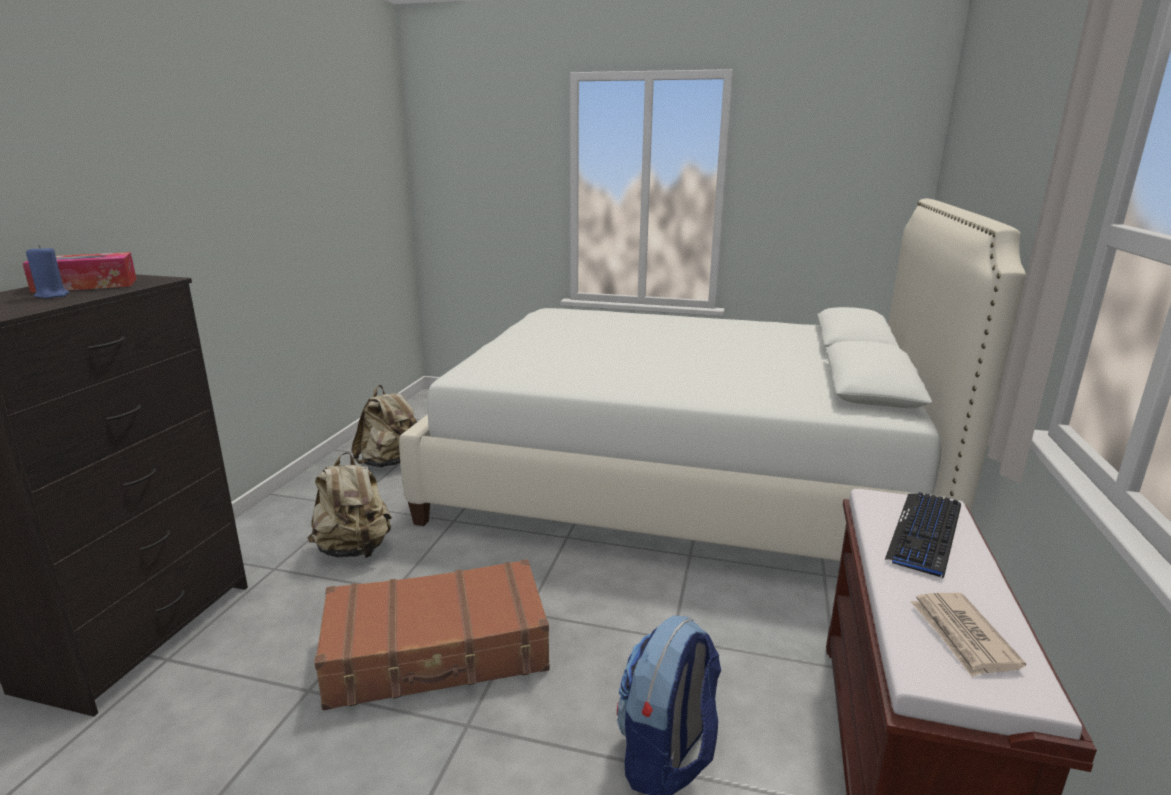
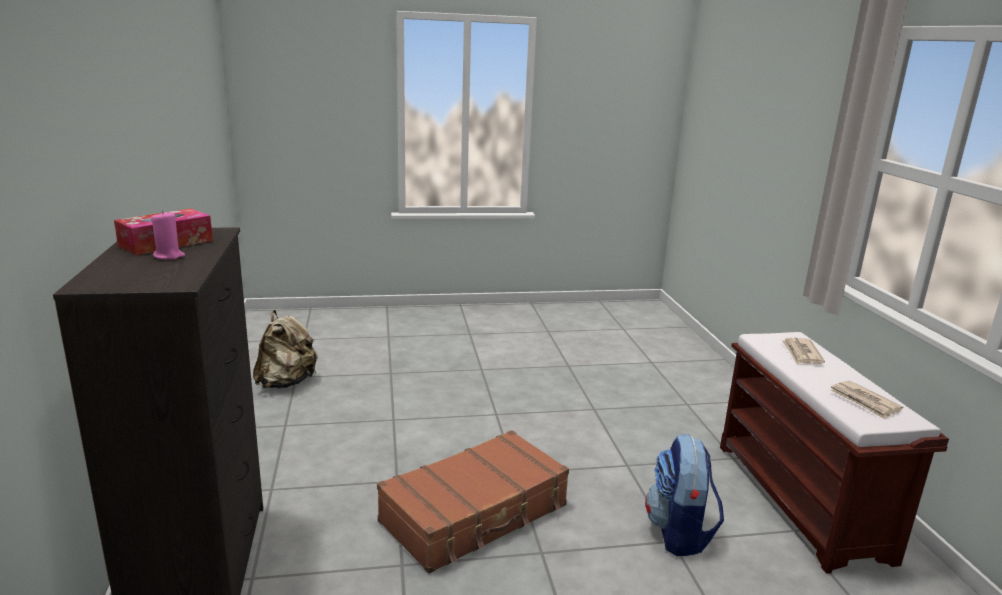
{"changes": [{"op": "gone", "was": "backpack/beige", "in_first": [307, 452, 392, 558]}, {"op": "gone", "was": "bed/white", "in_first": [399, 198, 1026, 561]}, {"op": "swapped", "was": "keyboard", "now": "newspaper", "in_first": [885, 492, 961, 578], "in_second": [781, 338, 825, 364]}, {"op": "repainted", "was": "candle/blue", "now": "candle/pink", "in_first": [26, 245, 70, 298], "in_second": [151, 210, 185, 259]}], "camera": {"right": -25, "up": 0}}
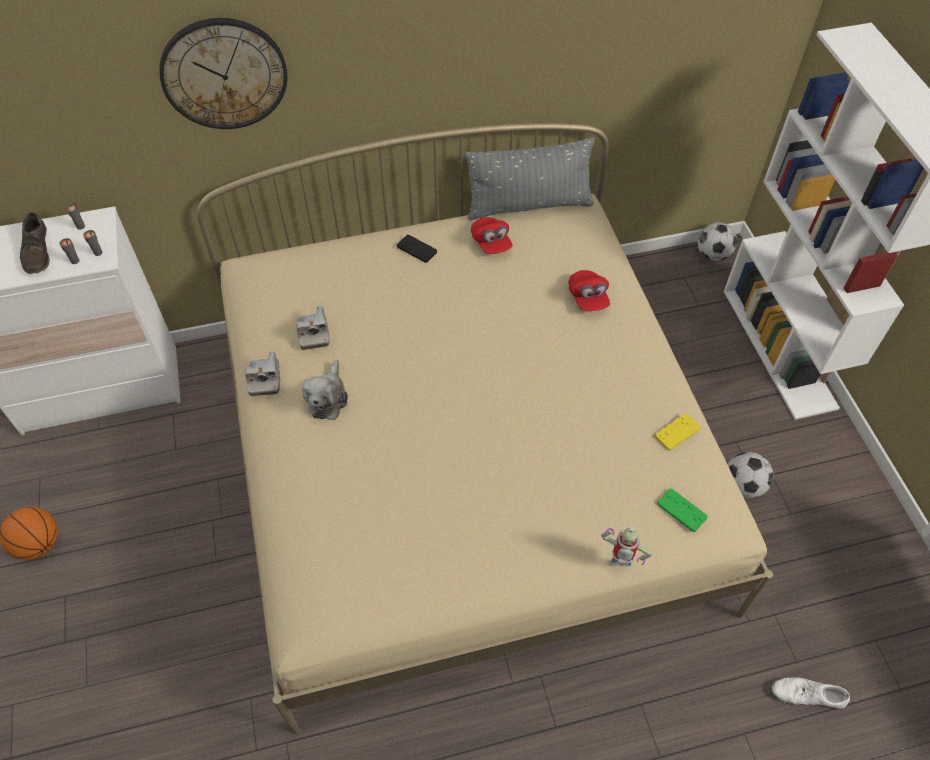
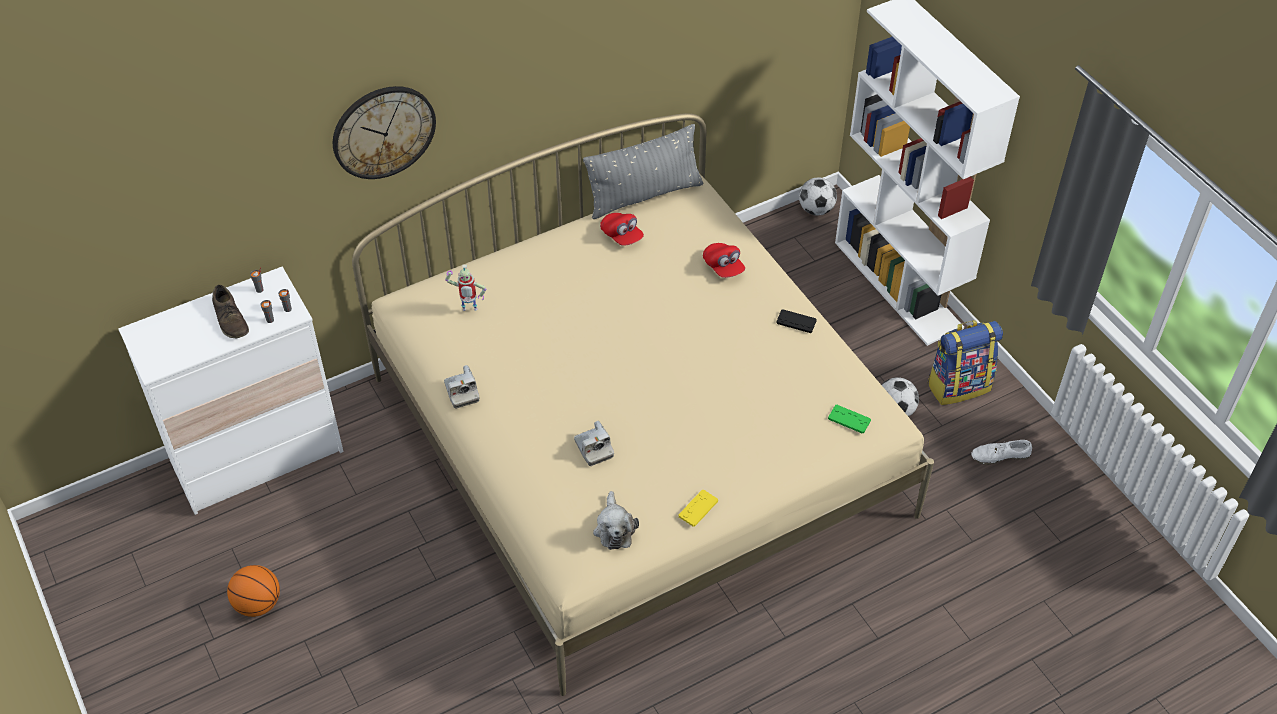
{"changes": [{"op": "new", "now": "backpack", "in_second": [927, 320, 1003, 405]}, {"op": "shifted", "was": "photo camera", "in_first": [296, 306, 329, 350], "in_second": [574, 421, 614, 466]}, {"op": "shifted", "was": "plush toy", "in_first": [302, 360, 348, 420], "in_second": [593, 491, 639, 550]}, {"op": "shifted", "was": "game controller/black", "in_first": [397, 234, 437, 263], "in_second": [776, 309, 817, 333]}, {"op": "shifted", "was": "toy robot", "in_first": [601, 525, 652, 567], "in_second": [445, 265, 486, 311]}, {"op": "shifted", "was": "game controller/yellow", "in_first": [655, 413, 701, 451], "in_second": [679, 489, 718, 527]}, {"op": "shifted", "was": "shoe/white", "in_first": [772, 677, 850, 709], "in_second": [971, 440, 1032, 465]}], "camera": {"right": -15, "up": -5}}
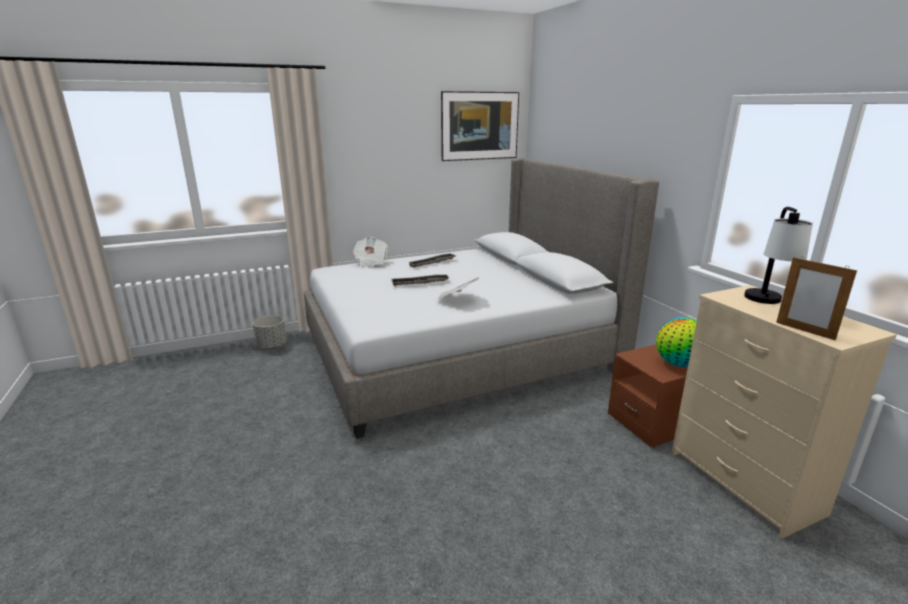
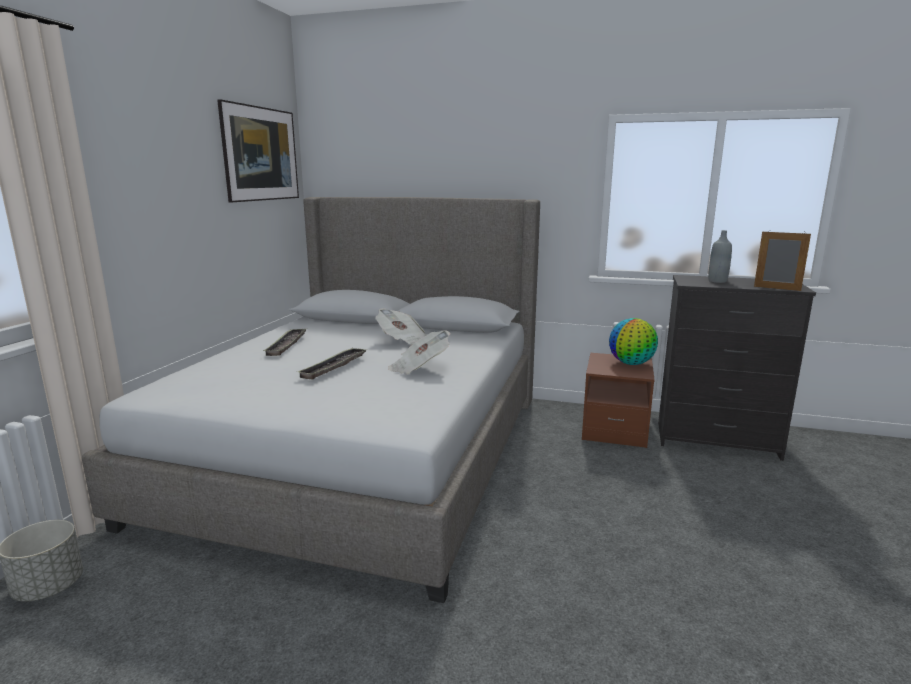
{"changes": [{"op": "shifted", "was": "newspaper", "in_first": [353, 237, 388, 267], "in_second": [375, 309, 426, 345]}, {"op": "swapped", "was": "table lamp", "now": "bottle/grey", "in_first": [744, 207, 813, 304], "in_second": [708, 230, 732, 283]}, {"op": "repainted", "was": "dresser/beige", "now": "dresser/black", "in_first": [671, 285, 897, 539], "in_second": [658, 275, 816, 461]}, {"op": "rotated", "was": "picture frame", "in_first": [776, 257, 857, 340], "in_second": [754, 230, 811, 291], "clockwise": -150}], "camera": {"right": -50, "up": -5}}
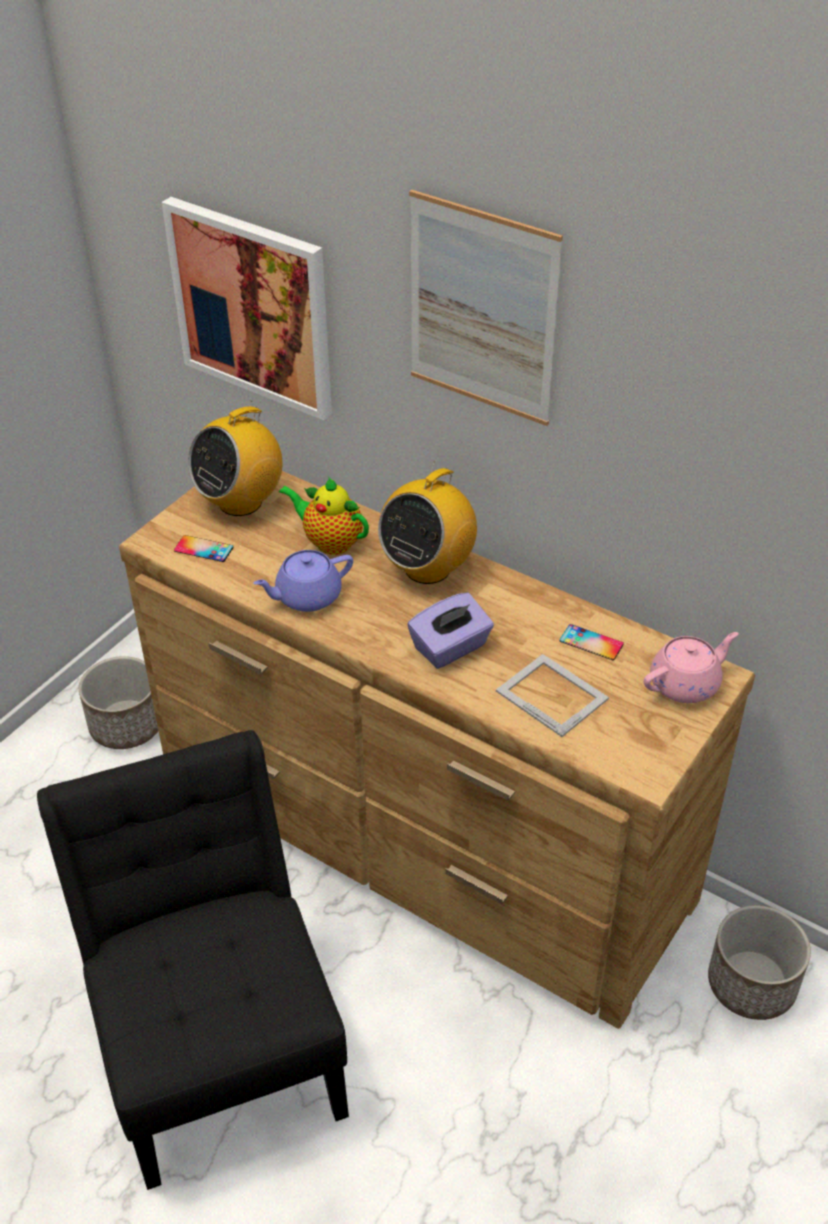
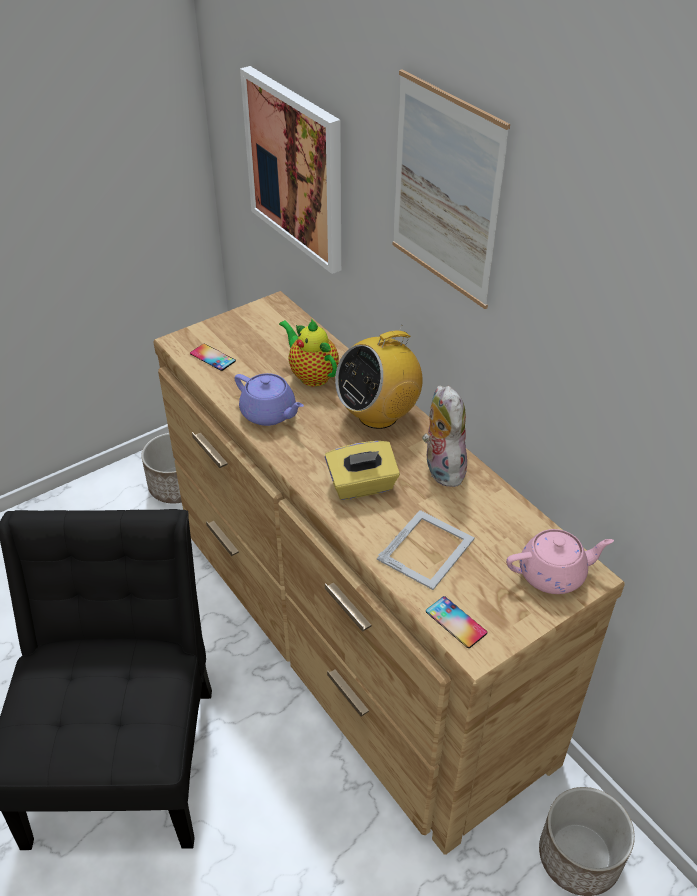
{"changes": [{"op": "gone", "was": "radio", "in_first": [188, 401, 282, 516]}, {"op": "new", "now": "plush toy", "in_second": [422, 386, 467, 487]}, {"op": "shifted", "was": "phone", "in_first": [560, 624, 624, 660], "in_second": [426, 596, 487, 648]}, {"op": "repainted", "was": "tissue box/purple", "now": "tissue box/yellow", "in_first": [407, 592, 494, 669], "in_second": [325, 441, 400, 500]}, {"op": "rotated", "was": "teapot/purple", "in_first": [253, 550, 353, 612], "in_second": [235, 373, 304, 426], "clockwise": -135}, {"op": "rotated", "was": "picture frame", "in_first": [496, 654, 609, 737], "in_second": [377, 510, 475, 590], "clockwise": 60}], "camera": {"right": 20, "up": 0}}
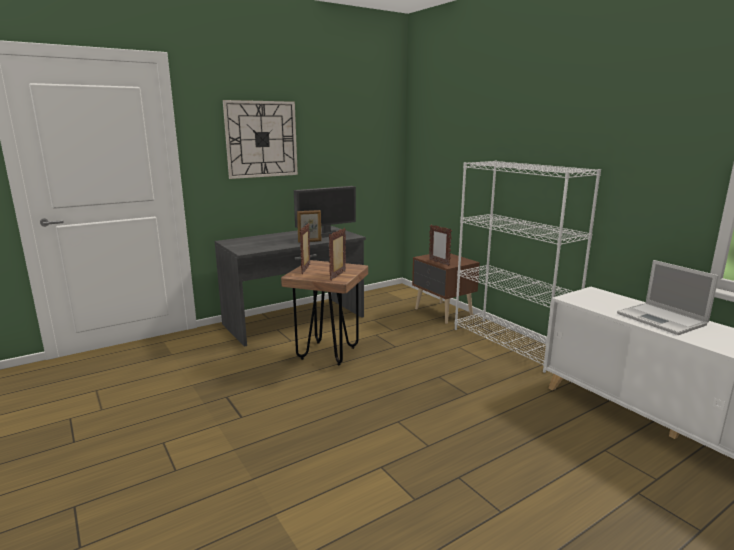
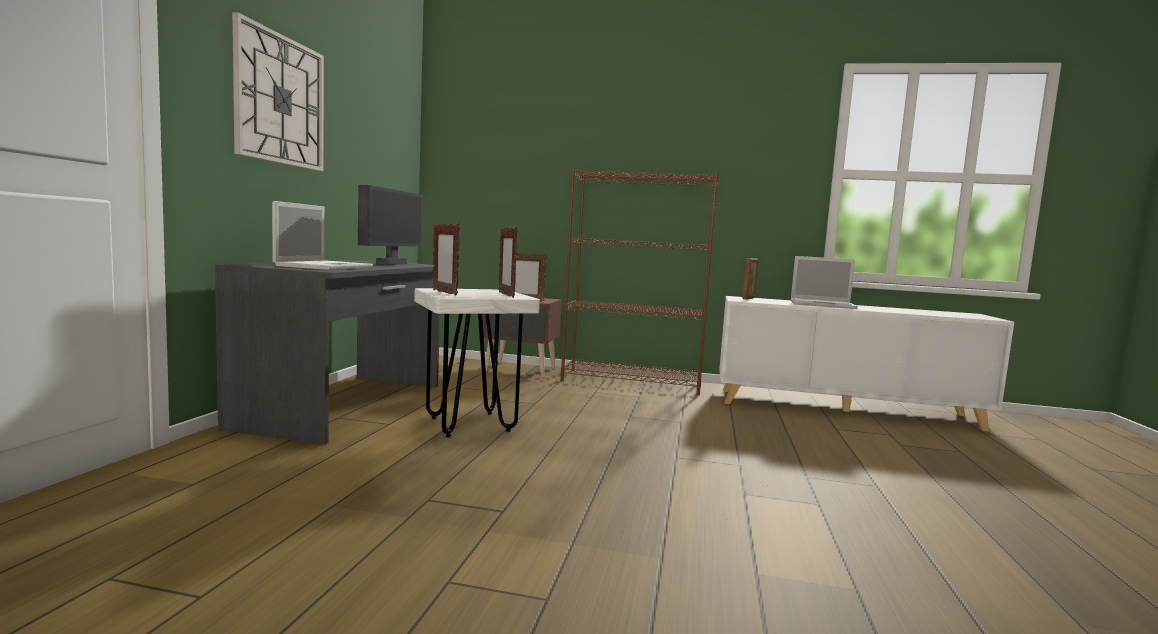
{"changes": [{"op": "new", "now": "laptop", "in_second": [272, 201, 373, 270]}, {"op": "shifted", "was": "picture frame", "in_first": [297, 210, 321, 243], "in_second": [742, 258, 758, 300]}, {"op": "repainted", "was": "stool/brown", "now": "stool/white", "in_first": [281, 260, 368, 366], "in_second": [414, 288, 540, 437]}, {"op": "repainted", "was": "bookcase/white", "now": "bookcase/brown", "in_first": [455, 160, 601, 373], "in_second": [561, 170, 718, 395]}], "camera": {"right": -45, "up": -10}}
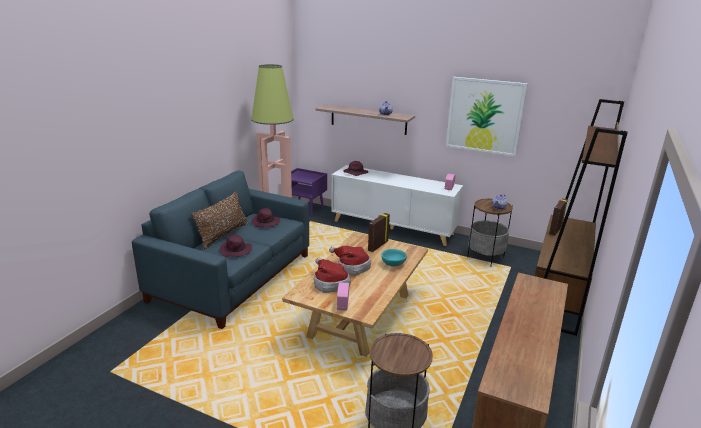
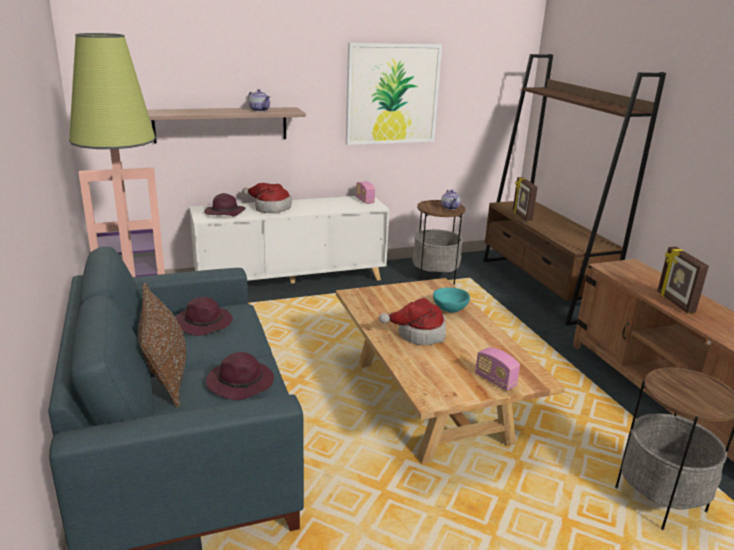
{"changes": [{"op": "shifted", "was": "hat", "in_first": [314, 258, 351, 293], "in_second": [242, 183, 292, 214]}, {"op": "shifted", "was": "picture frame", "in_first": [368, 213, 390, 252], "in_second": [657, 247, 709, 313]}], "camera": {"right": -45, "up": 0}}
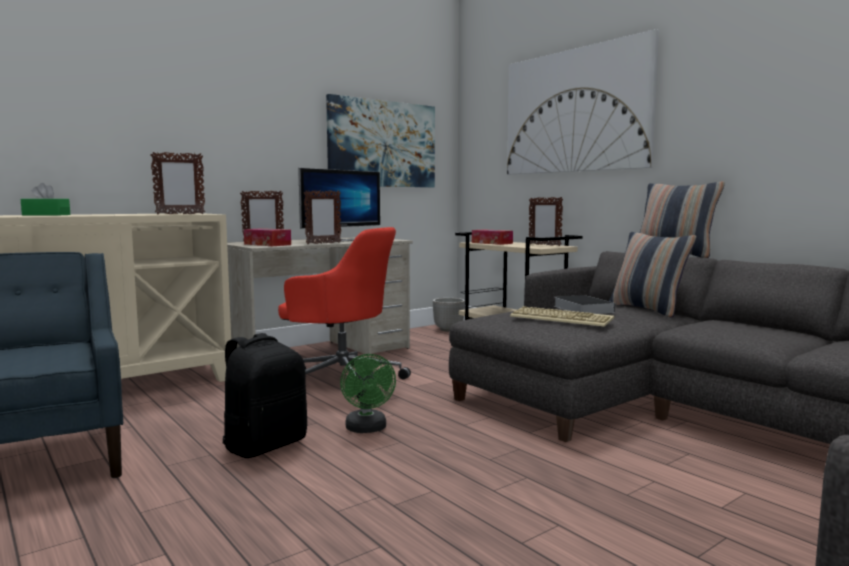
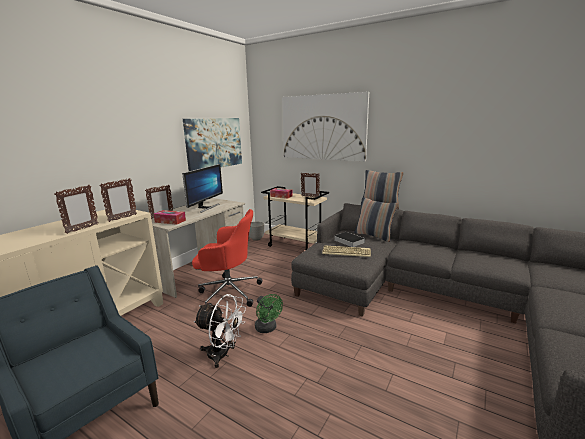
{"changes": [{"op": "gone", "was": "tissue box/green", "in_first": [21, 183, 70, 215]}, {"op": "shifted", "was": "picture frame", "in_first": [304, 190, 341, 244], "in_second": [54, 185, 99, 234]}, {"op": "swapped", "was": "backpack/black", "now": "fan/white", "in_first": [223, 333, 307, 458], "in_second": [193, 294, 246, 368]}], "camera": {"right": -20, "up": 10}}
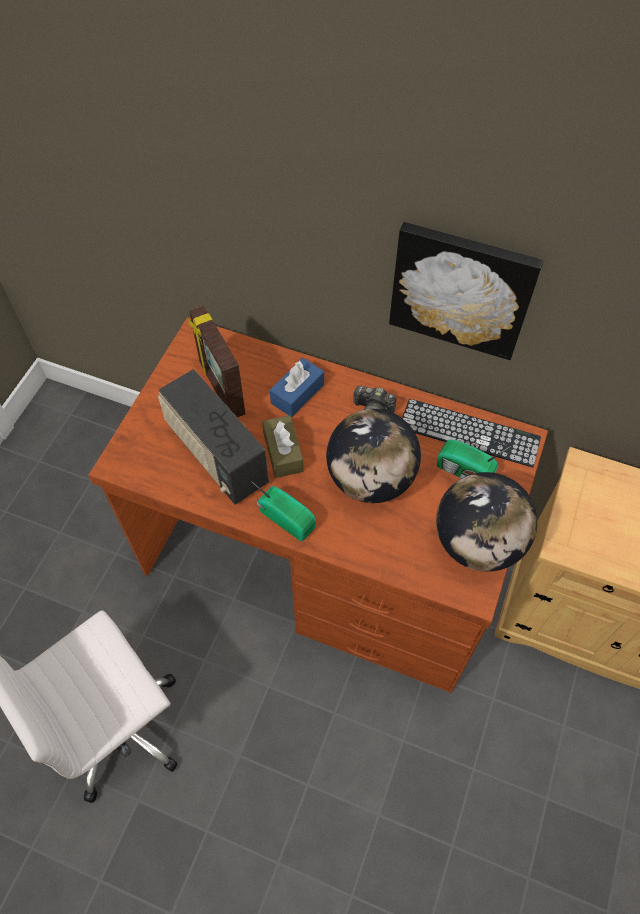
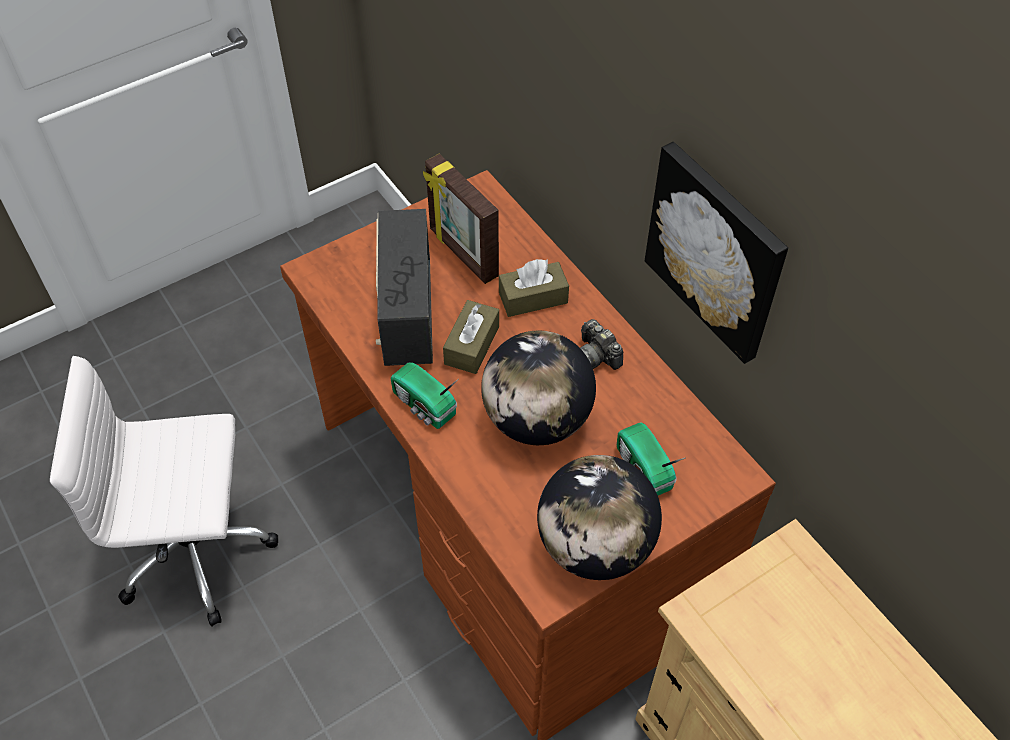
{"changes": [{"op": "gone", "was": "keyboard", "in_first": [402, 399, 541, 467]}, {"op": "repainted", "was": "tissue box/blue", "now": "tissue box/brown", "in_first": [270, 358, 324, 417], "in_second": [499, 259, 569, 317]}, {"op": "rotated", "was": "picture frame", "in_first": [188, 305, 245, 418], "in_second": [423, 154, 499, 284], "clockwise": -45}, {"op": "rotated", "was": "radio", "in_first": [251, 481, 316, 542], "in_second": [391, 362, 459, 429], "clockwise": 150}], "camera": {"right": 35, "up": -5}}
